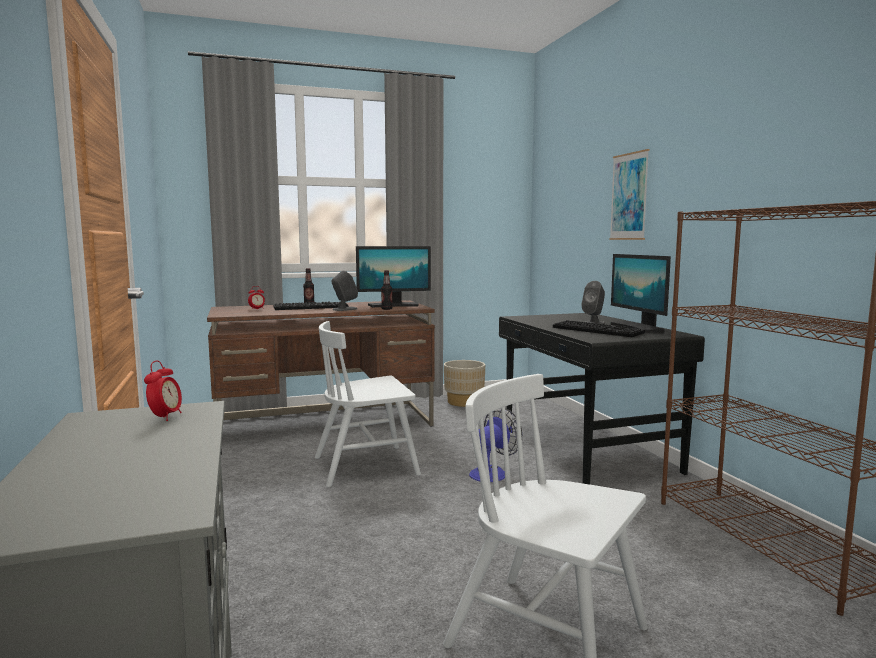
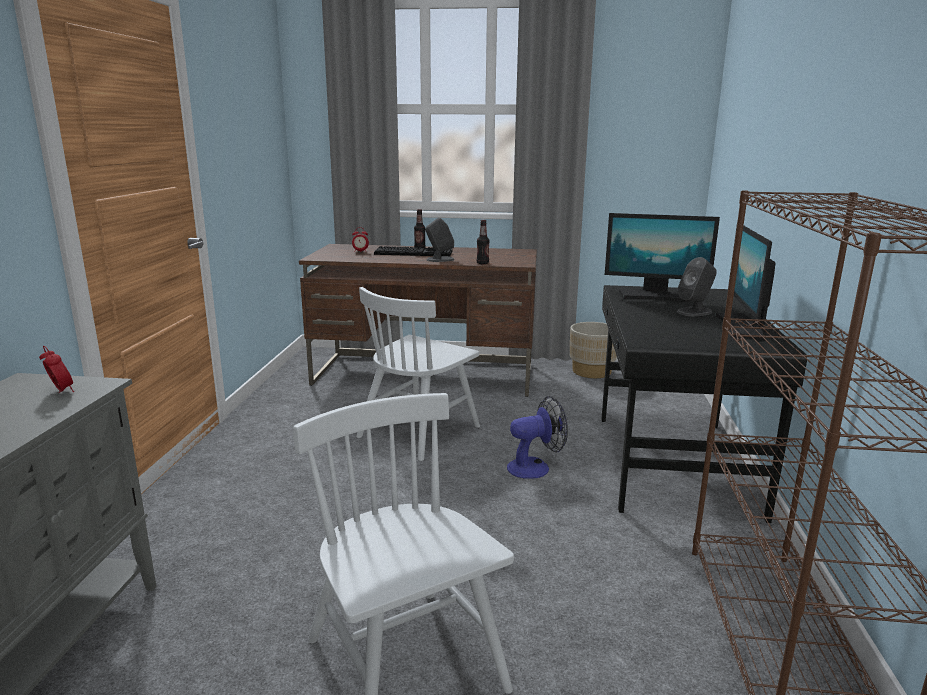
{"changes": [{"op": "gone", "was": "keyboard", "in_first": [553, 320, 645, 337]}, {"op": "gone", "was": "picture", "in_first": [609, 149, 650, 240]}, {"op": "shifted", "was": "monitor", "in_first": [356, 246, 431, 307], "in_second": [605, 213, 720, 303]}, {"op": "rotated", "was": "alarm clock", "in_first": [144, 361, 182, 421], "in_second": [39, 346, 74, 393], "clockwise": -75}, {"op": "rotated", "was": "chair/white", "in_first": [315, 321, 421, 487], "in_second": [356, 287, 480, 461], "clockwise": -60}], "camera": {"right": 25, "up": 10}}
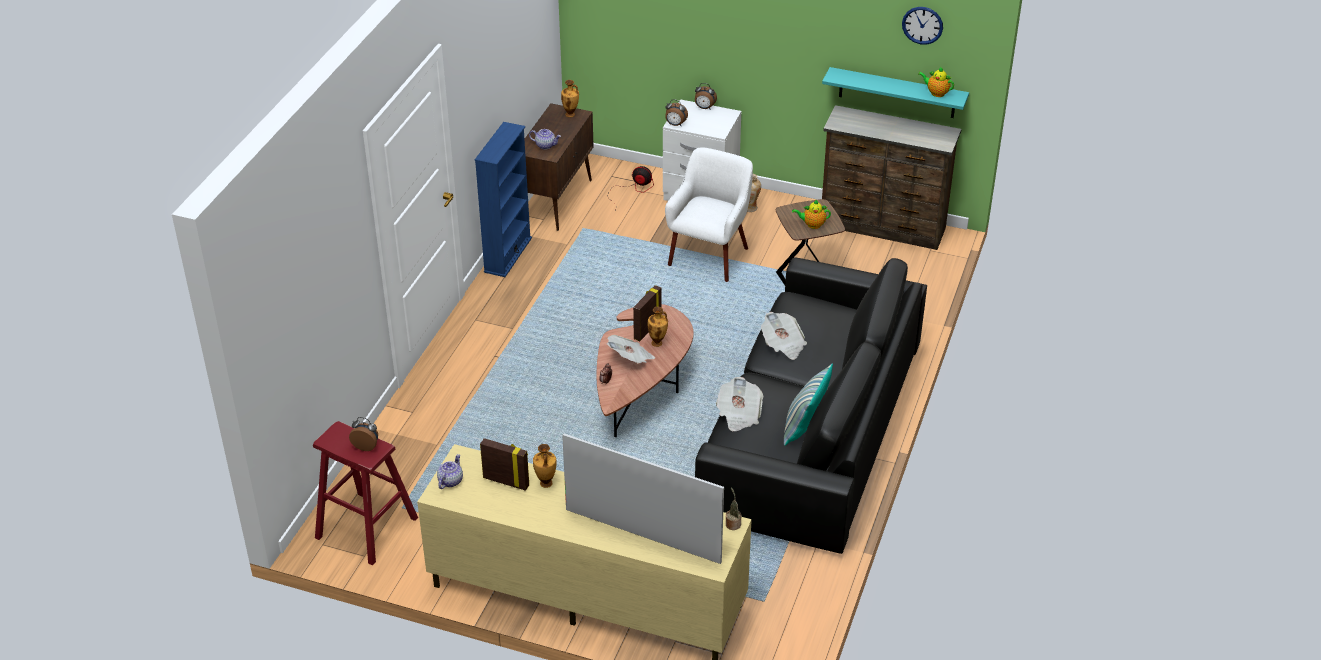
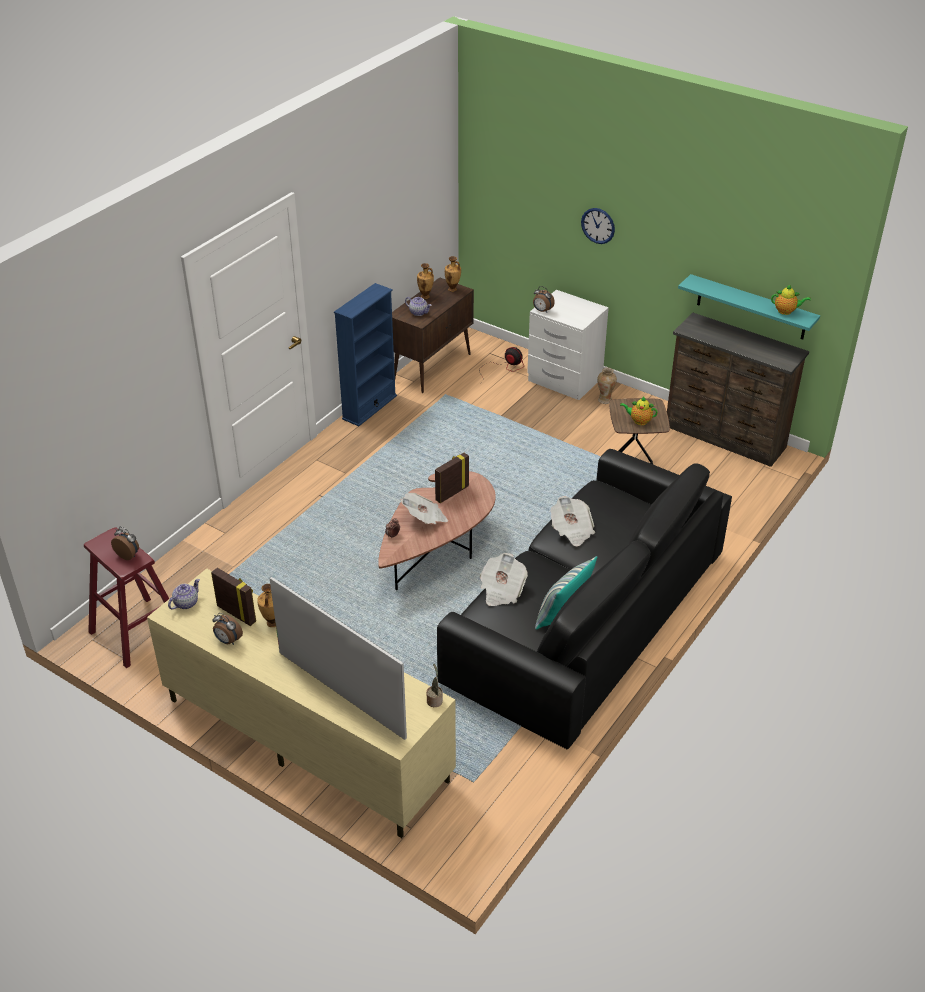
{"changes": [{"op": "gone", "was": "armchair/white", "in_first": [665, 147, 753, 282]}, {"op": "shifted", "was": "vase", "in_first": [648, 307, 668, 347], "in_second": [417, 263, 434, 299]}, {"op": "shifted", "was": "alarm clock", "in_first": [695, 83, 717, 109], "in_second": [212, 613, 243, 645]}, {"op": "shifted", "was": "wall clock", "in_first": [902, 7, 943, 45], "in_second": [581, 208, 615, 244]}, {"op": "rotated", "was": "teapot", "in_first": [918, 66, 954, 97], "in_second": [771, 285, 811, 315], "clockwise": 150}], "camera": {"right": 15, "up": 0}}
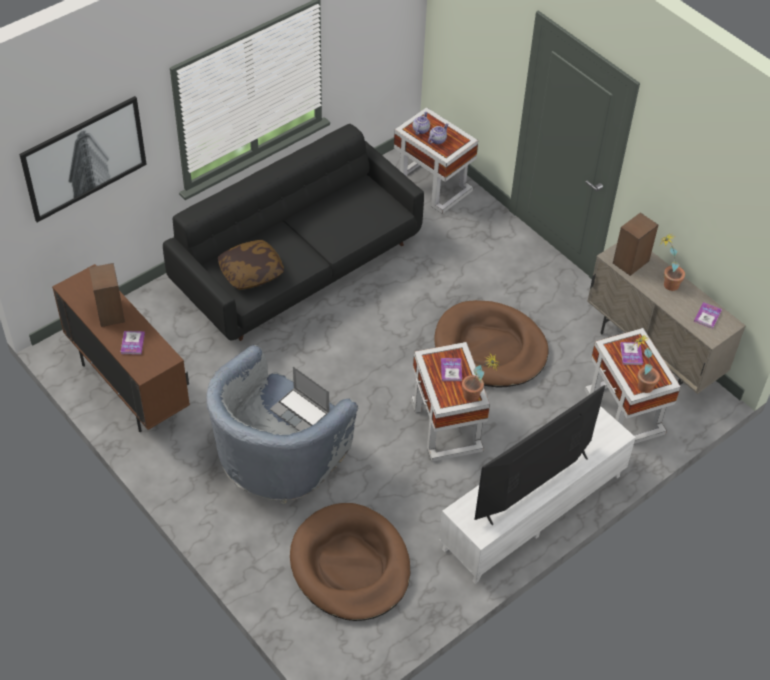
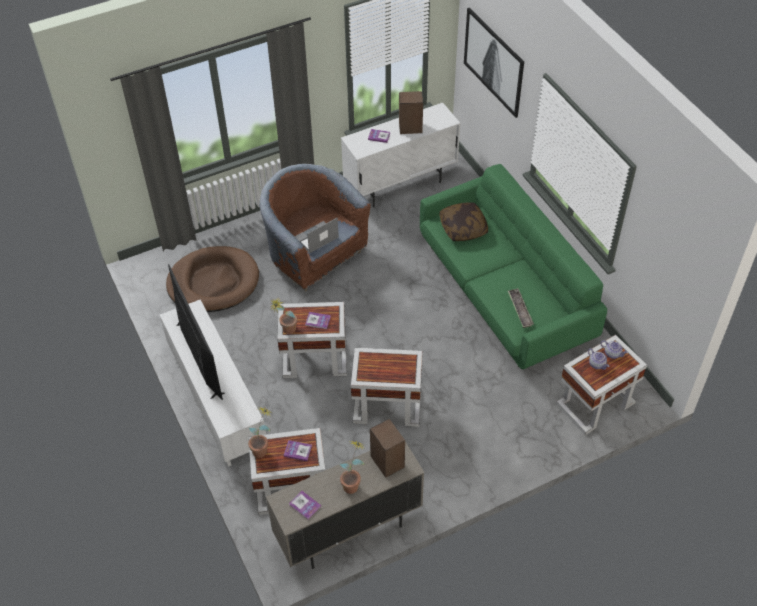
{"changes": [{"op": "new", "now": "tray", "in_second": [508, 288, 534, 328]}, {"op": "swapped", "was": "dog bed/brown", "now": "side table/white", "in_first": [434, 300, 549, 388], "in_second": [351, 347, 423, 427]}, {"op": "repainted", "was": "cabinet/brown", "now": "cabinet/white", "in_first": [52, 264, 190, 432], "in_second": [341, 103, 460, 208]}, {"op": "repainted", "was": "sofa/black", "now": "sofa/green", "in_first": [163, 124, 424, 341], "in_second": [420, 164, 607, 369]}, {"op": "repainted", "was": "armchair/grey", "now": "armchair/brown", "in_first": [207, 345, 358, 504], "in_second": [259, 164, 371, 292]}], "camera": {"right": 105, "up": 0}}
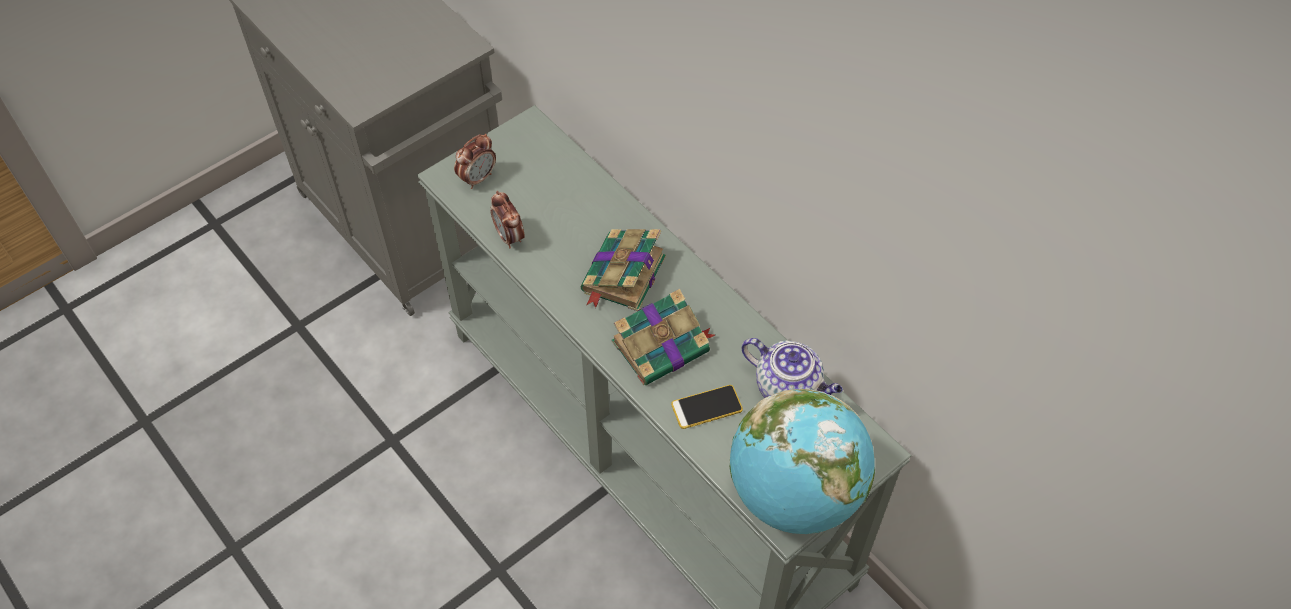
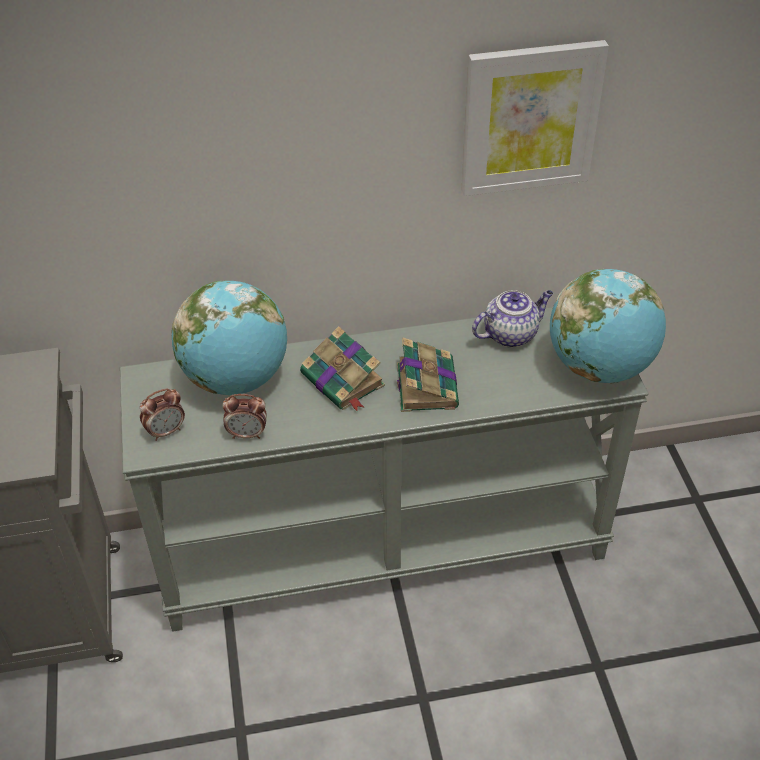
{"changes": [{"op": "gone", "was": "phone", "in_first": [671, 385, 743, 429]}, {"op": "new", "now": "globe", "in_second": [172, 280, 287, 395]}, {"op": "new", "now": "picture", "in_second": [462, 40, 609, 196]}, {"op": "rotated", "was": "alarm clock", "in_first": [454, 134, 496, 189], "in_second": [140, 388, 185, 441], "clockwise": 75}], "camera": {"right": -60, "up": -10}}
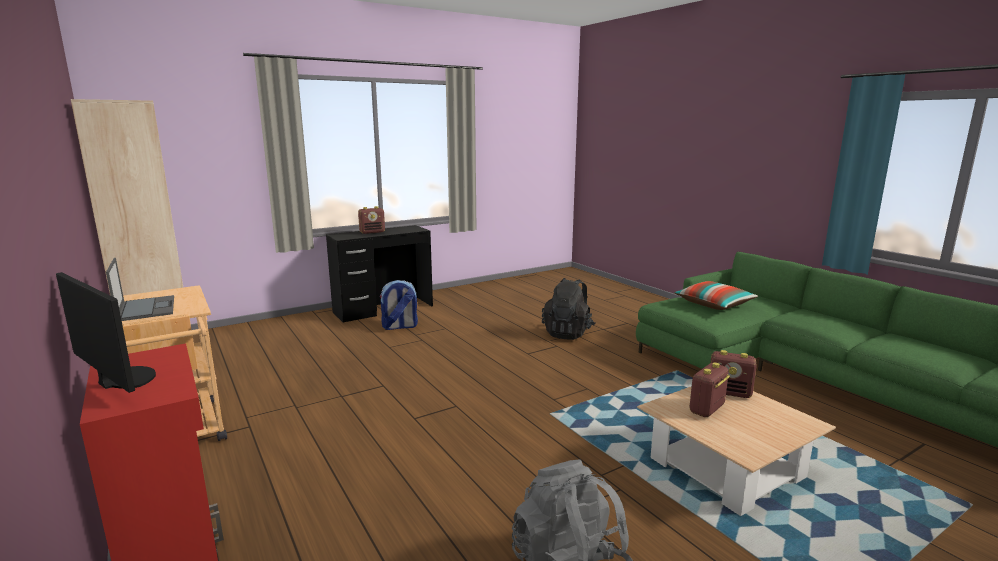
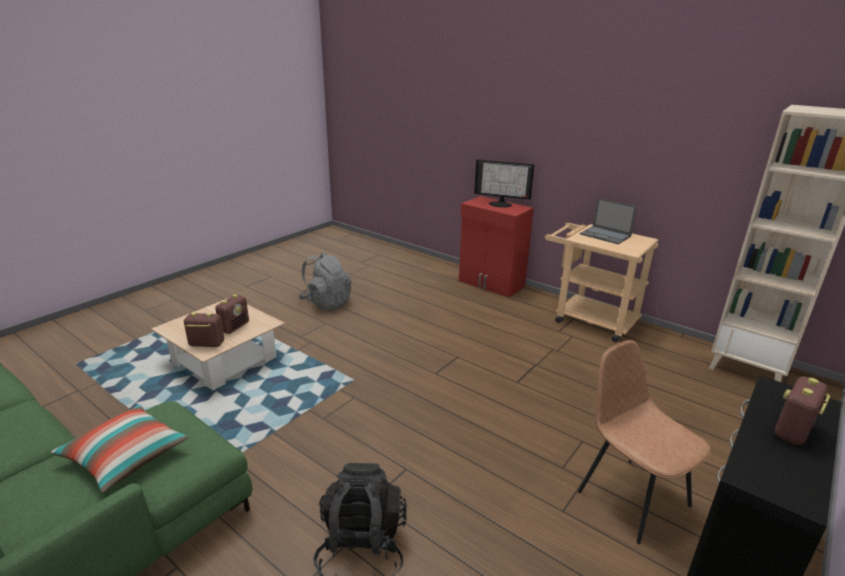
{"changes": [{"op": "swapped", "was": "backpack", "now": "chair/brown", "in_first": [380, 280, 418, 330], "in_second": [578, 340, 711, 544]}], "camera": {"right": 160, "up": 10}}
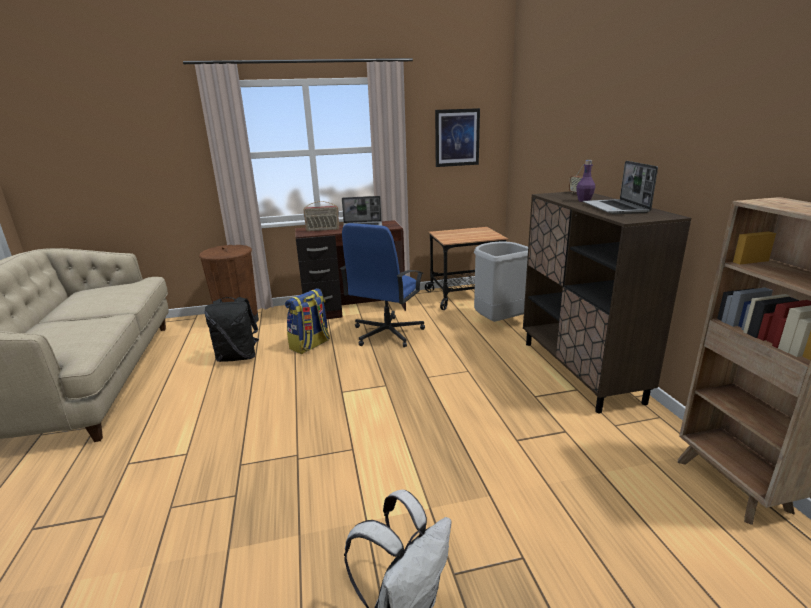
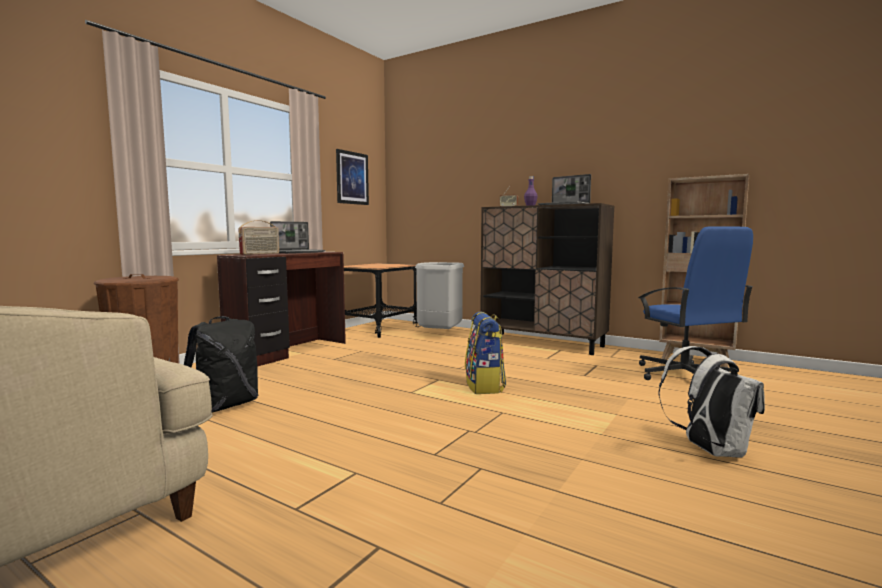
{"changes": [{"op": "shifted", "was": "backpack", "in_first": [285, 288, 330, 354], "in_second": [465, 312, 506, 394]}, {"op": "shifted", "was": "office chair/blue", "in_first": [340, 223, 425, 347], "in_second": [638, 226, 753, 380]}], "camera": {"right": -45, "up": -15}}
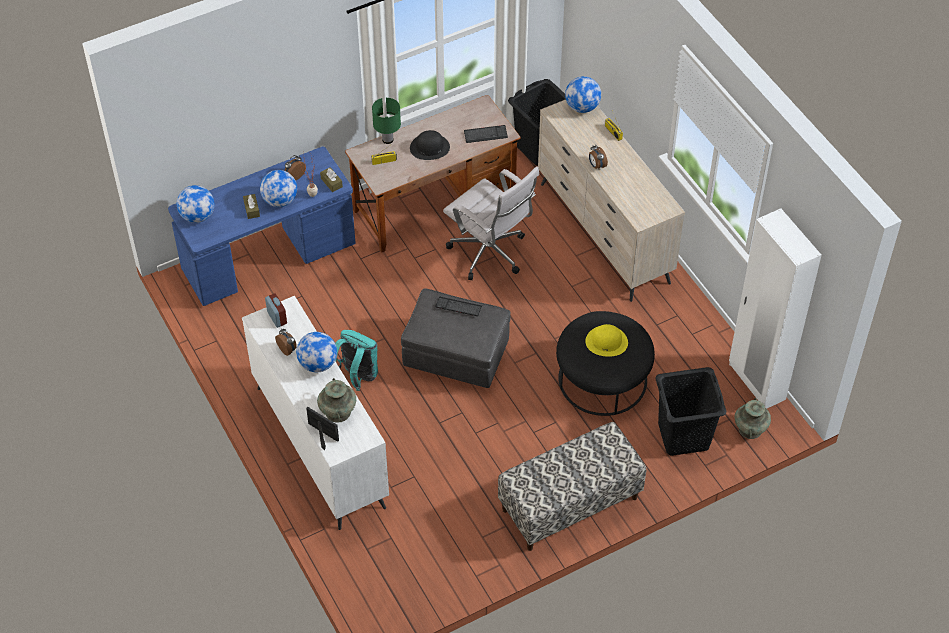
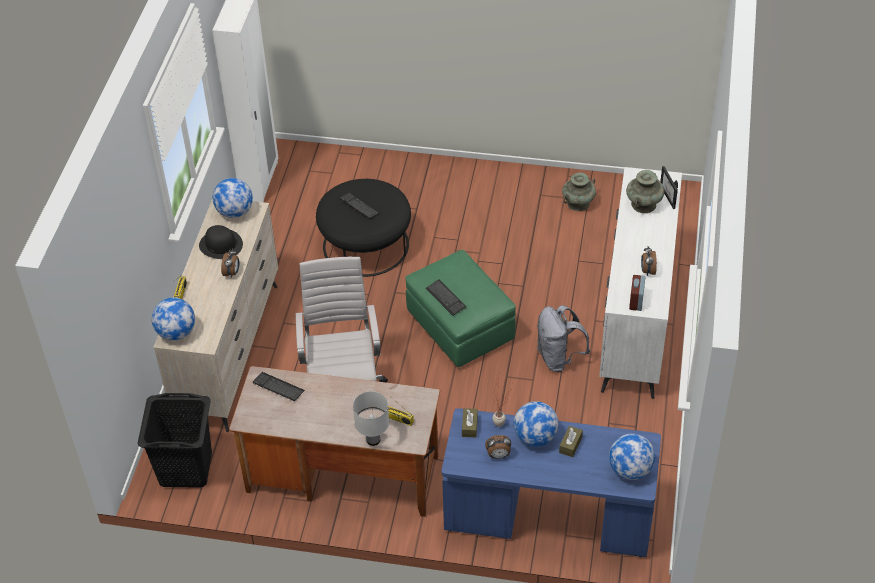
{"changes": [{"op": "gone", "was": "bench", "in_first": [498, 422, 646, 551]}, {"op": "gone", "was": "laundry basket/black", "in_first": [655, 367, 726, 456]}, {"op": "shifted", "was": "globe", "in_first": [296, 332, 337, 372], "in_second": [213, 178, 253, 218]}, {"op": "shifted", "was": "hat/black", "in_first": [410, 130, 450, 160], "in_second": [199, 225, 243, 259]}, {"op": "shifted", "was": "vase/turquoise", "in_first": [735, 398, 771, 439], "in_second": [562, 173, 596, 211]}, {"op": "swapped", "was": "hat/yellow", "now": "keyboard", "in_first": [585, 324, 628, 357], "in_second": [339, 192, 381, 219]}, {"op": "repainted", "was": "backpack/turquoise", "now": "backpack/grey", "in_first": [335, 330, 378, 391], "in_second": [537, 305, 590, 372]}, {"op": "repainted", "was": "table lamp/green", "now": "table lamp/white", "in_first": [372, 98, 401, 144], "in_second": [353, 391, 389, 446]}, {"op": "repainted", "was": "ottoman/grey", "now": "ottoman/green", "in_first": [401, 288, 510, 388], "in_second": [405, 249, 516, 367]}], "camera": {"right": -140, "up": -5}}
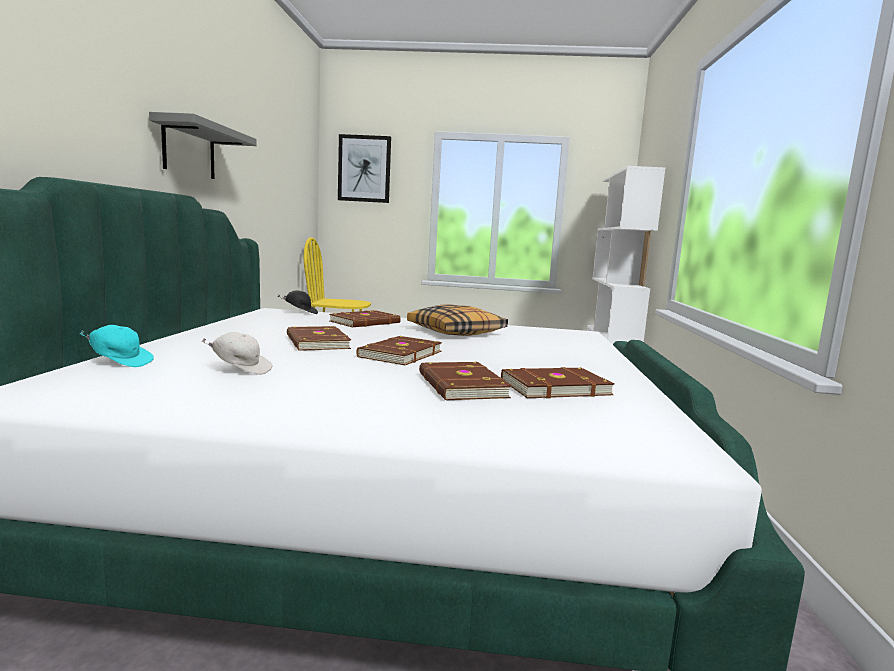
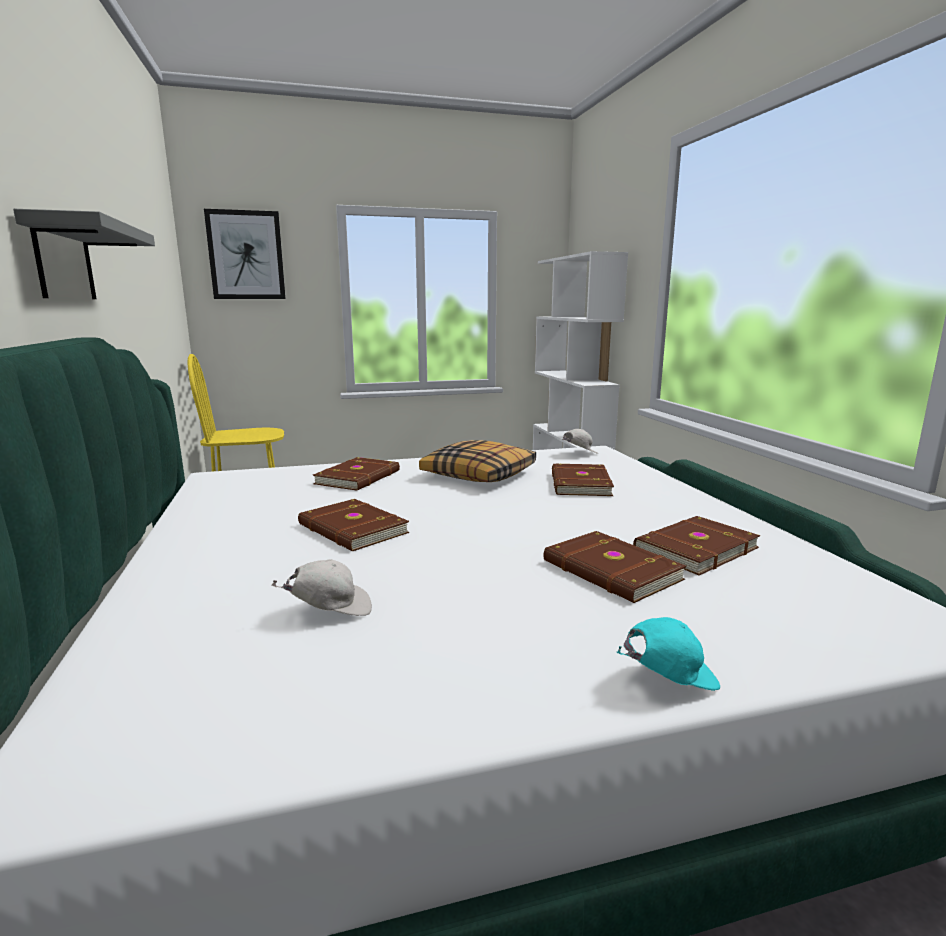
{"changes": [{"op": "gone", "was": "cap/black", "in_first": [278, 291, 318, 314]}, {"op": "new", "now": "cap/white", "in_second": [562, 429, 597, 453]}, {"op": "shifted", "was": "cap/turquoise", "in_first": [79, 325, 154, 367], "in_second": [616, 617, 720, 691]}, {"op": "shifted", "was": "book/brown", "in_first": [356, 336, 442, 365], "in_second": [552, 464, 614, 496]}], "camera": {"right": -20, "up": 5}}
